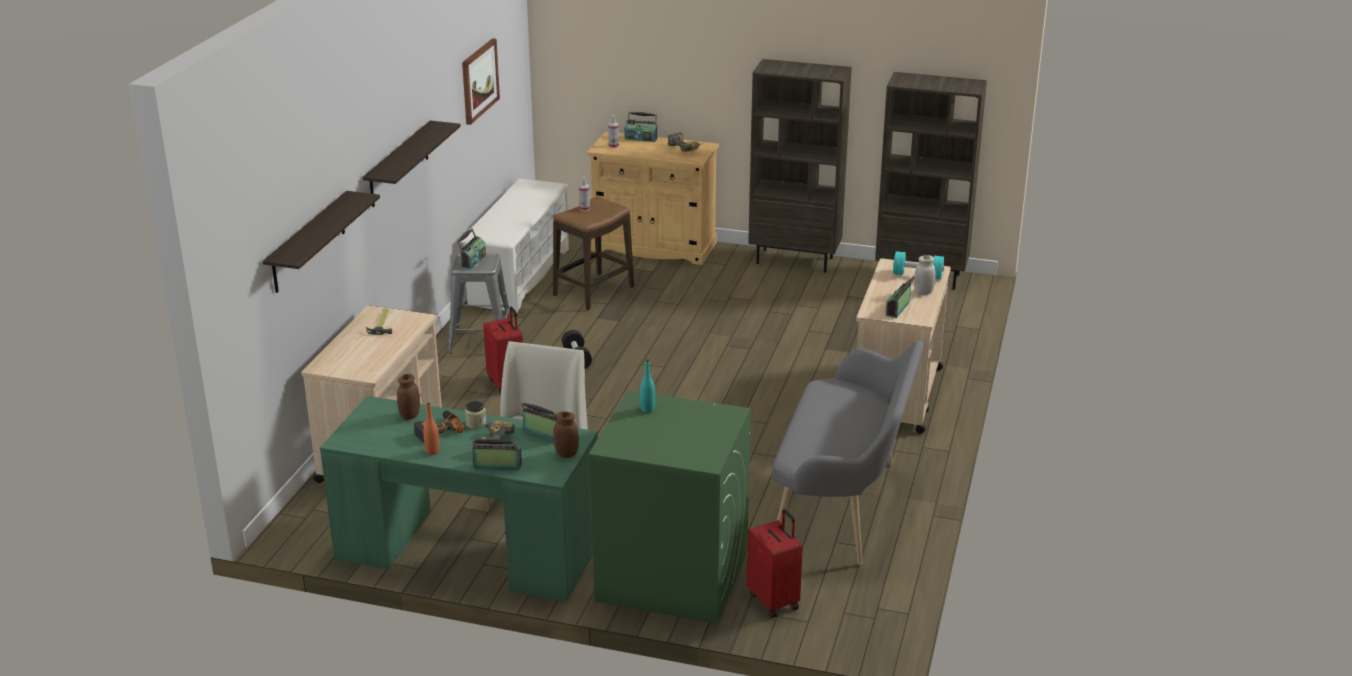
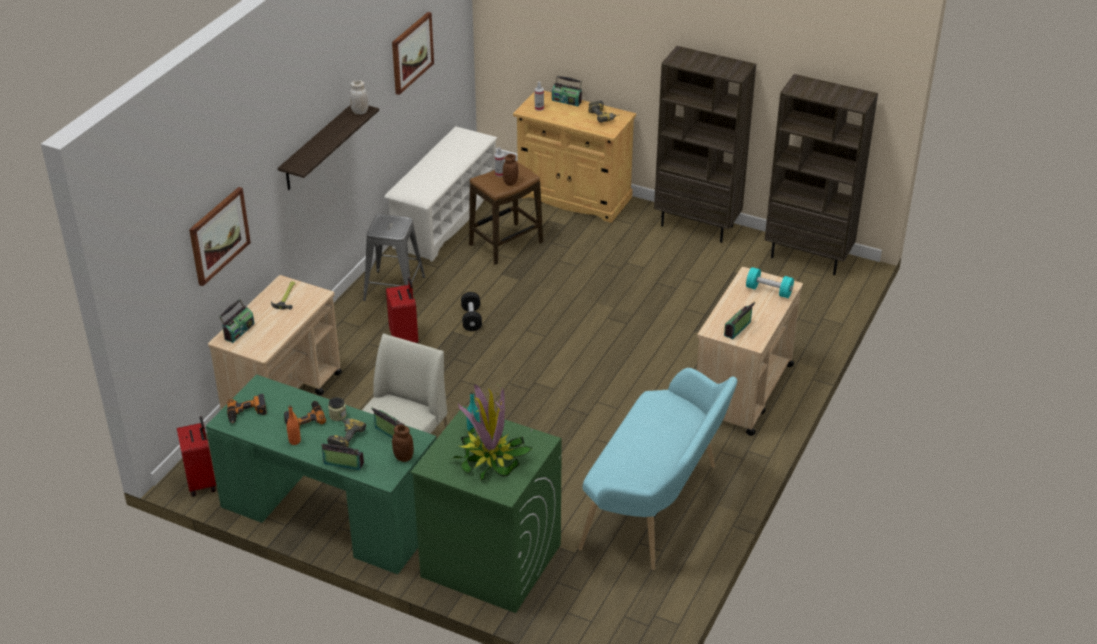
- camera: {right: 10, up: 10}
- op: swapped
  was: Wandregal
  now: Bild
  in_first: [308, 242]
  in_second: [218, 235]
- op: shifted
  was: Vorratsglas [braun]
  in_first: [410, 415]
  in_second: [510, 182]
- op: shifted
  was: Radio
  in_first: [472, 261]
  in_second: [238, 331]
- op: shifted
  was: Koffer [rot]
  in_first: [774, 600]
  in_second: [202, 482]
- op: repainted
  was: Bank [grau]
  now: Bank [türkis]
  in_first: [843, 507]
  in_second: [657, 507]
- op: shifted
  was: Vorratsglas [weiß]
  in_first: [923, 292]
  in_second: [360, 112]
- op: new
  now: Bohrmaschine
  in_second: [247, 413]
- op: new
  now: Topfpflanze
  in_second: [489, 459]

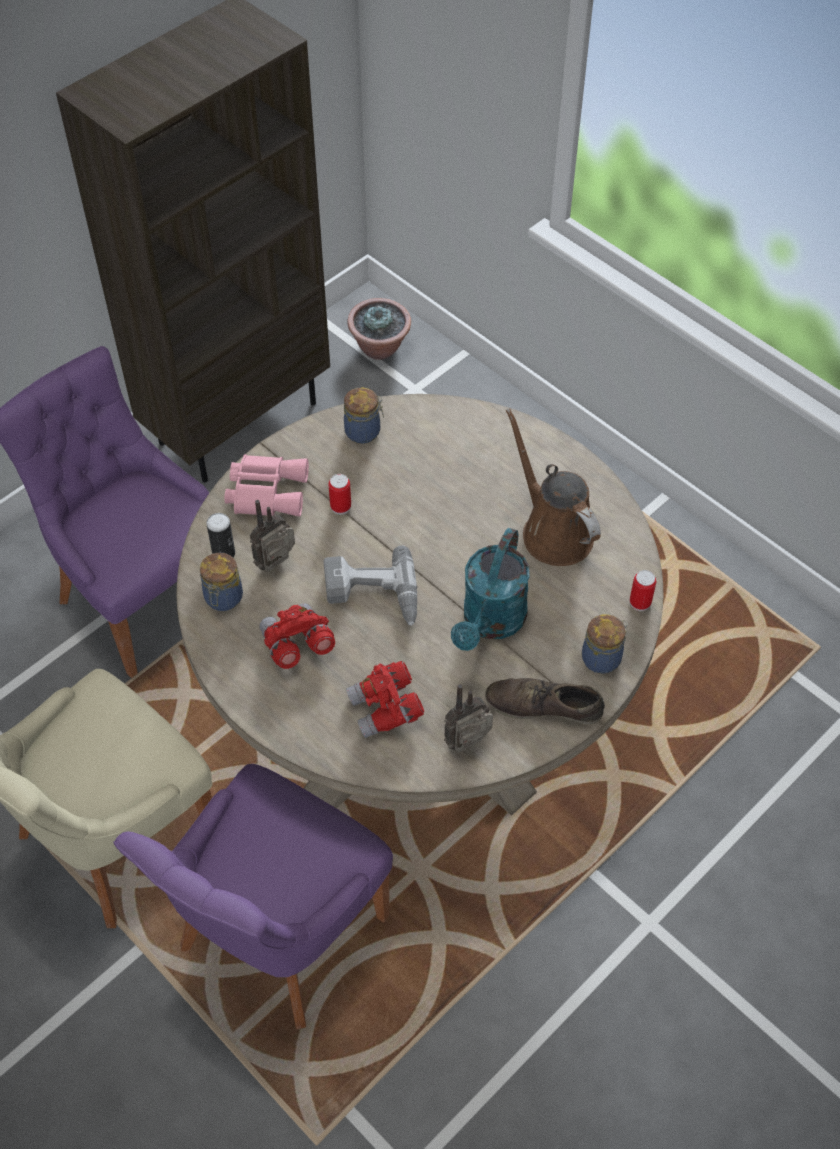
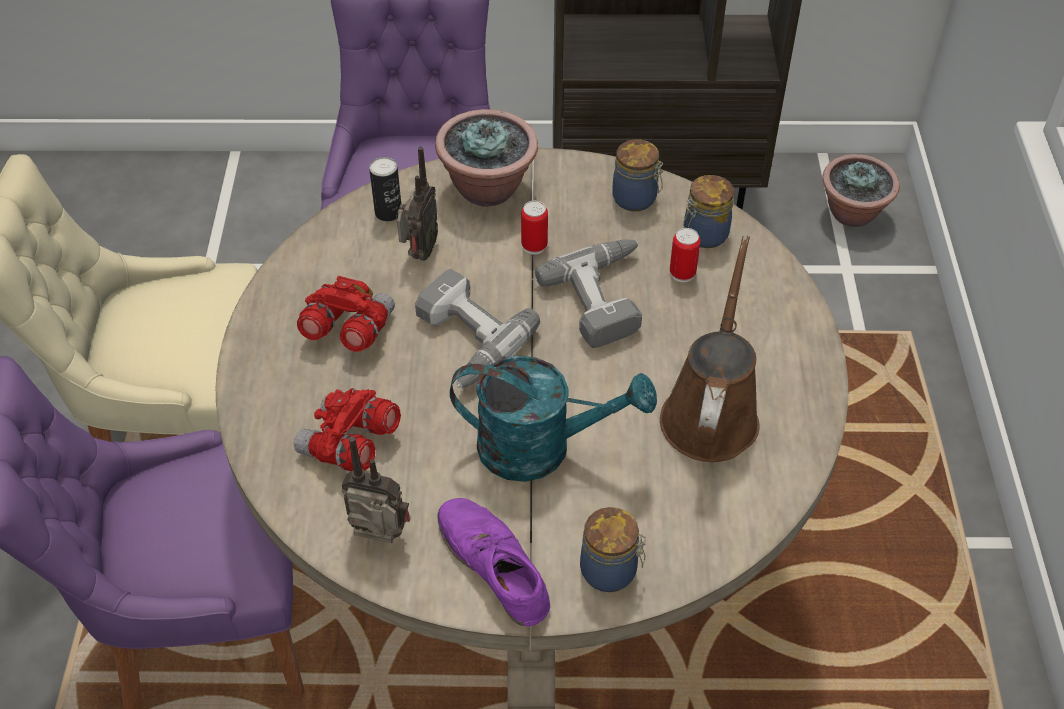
- camera: {right: 45, up: -5}
- op: shifted
  was: Vorratsglas
  in_first: [223, 599]
  in_second: [703, 235]
- op: swapped
  was: Fernglas [rosa]
  now: Topfpflanze
  in_first: [266, 490]
  in_second: [488, 188]
- op: rotated
  was: Radio
  in_first: [277, 565]
  in_second: [419, 253]
  clockwise: 105
- op: rotated
  was: Gießkanne [türkis]
  in_first: [490, 623]
  in_second: [541, 447]
  clockwise: -150
- op: repainted
  was: Schuh [braun]
  now: Schuh [lila]
  in_first: [543, 706]
  in_second: [494, 566]
- op: shifted
  was: Dose
  in_first: [640, 602]
  in_second: [682, 273]
- op: new
  now: Bohrmaschine
  in_second: [607, 298]

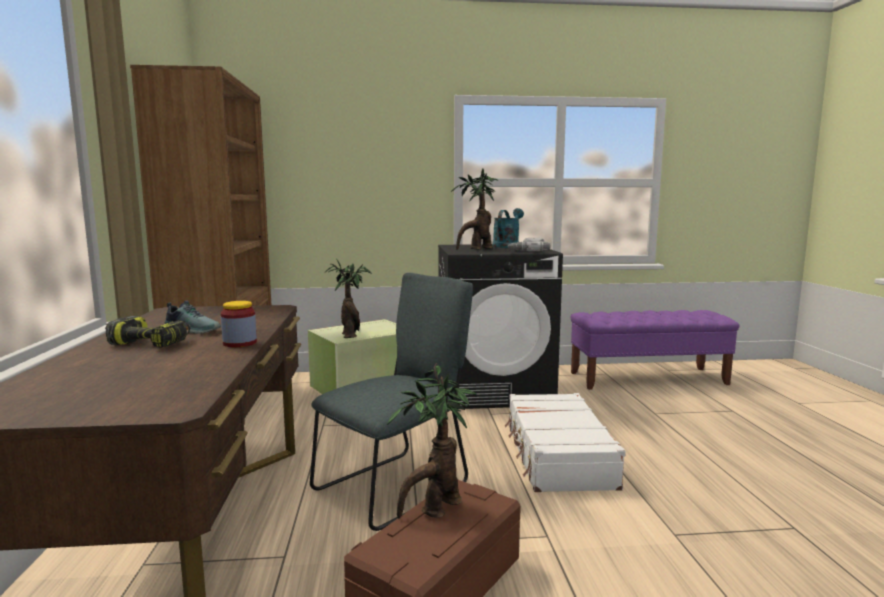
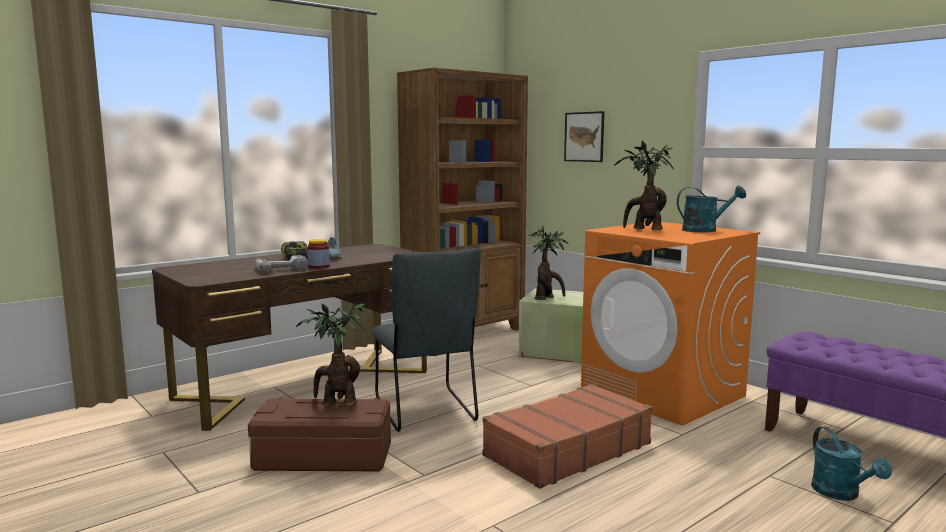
- camera: {right: 55, up: 0}
- op: rotated
  was: Stuhl [grau]
  in_first: [397, 486]
  in_second: [426, 412]
  clockwise: 60
- op: repainted
  was: Waschmaschine [schwarz]
  now: Waschmaschine [orange]
  in_first: [494, 390]
  in_second: [663, 393]
- op: repainted
  was: Koffer [weiß]
  now: Koffer [braun]
  in_first: [557, 455]
  in_second: [566, 450]
- op: shifted
  was: Bohrmaschine
  in_first: [527, 250]
  in_second: [279, 269]
- op: new
  now: Bild
  in_second: [584, 137]
- op: new
  now: Gießkanne [türkis]
  in_second: [841, 494]

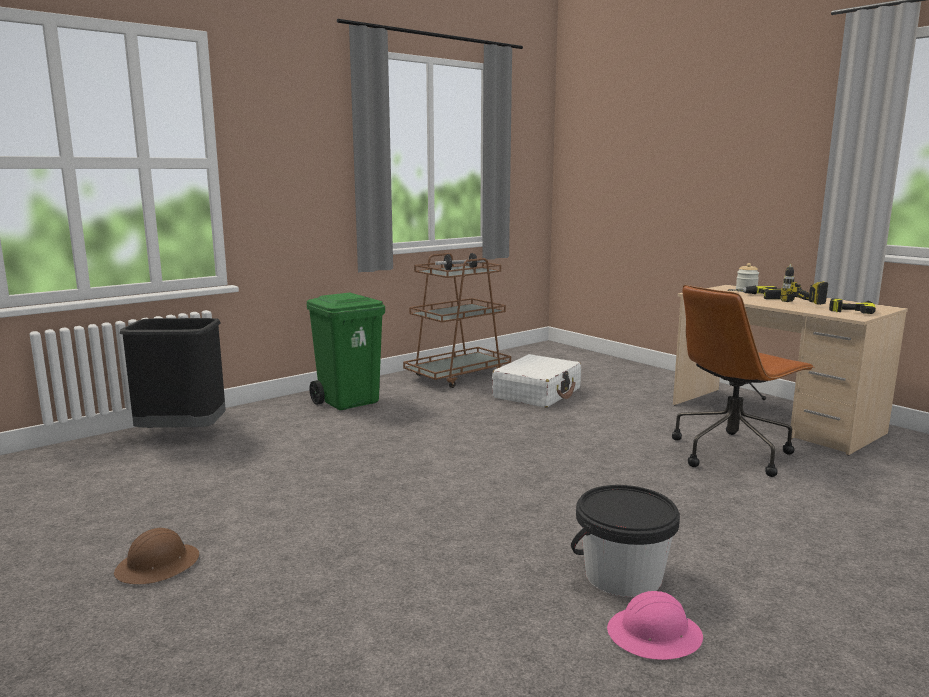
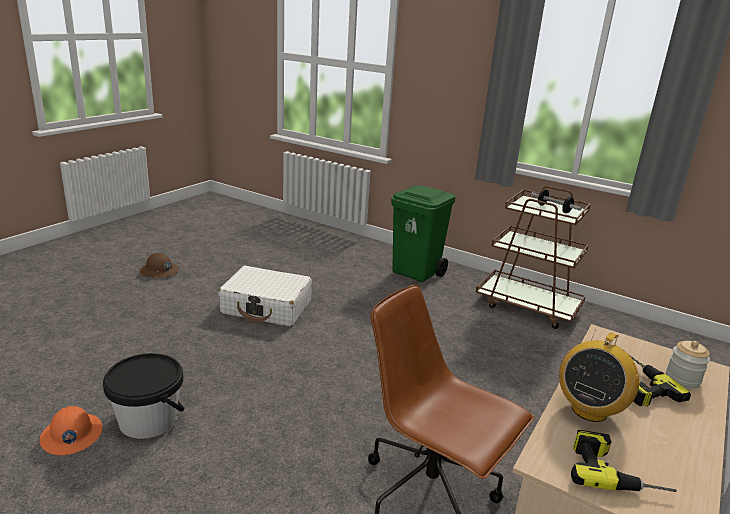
- camera: {right: 70, up: 10}
- op: gone
  was: Mülleimer [schwarz]
  in_first: [183, 434]
- op: shifted
  was: Koffer [weiß]
  in_first: [537, 393]
  in_second: [267, 307]
- op: repainted
  was: Schutzhelm [rosa]
  now: Schutzhelm [orange]
  in_first: [654, 635]
  in_second: [71, 435]
- op: swapped
  was: Bohrmaschine
  now: Radio
  in_first: [792, 305]
  in_second: [589, 410]

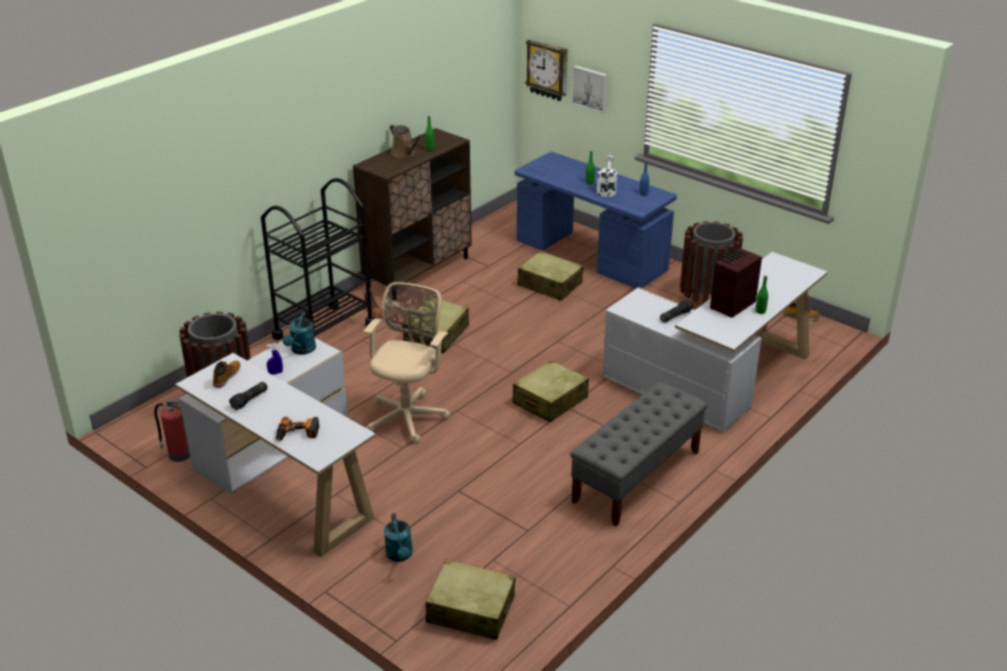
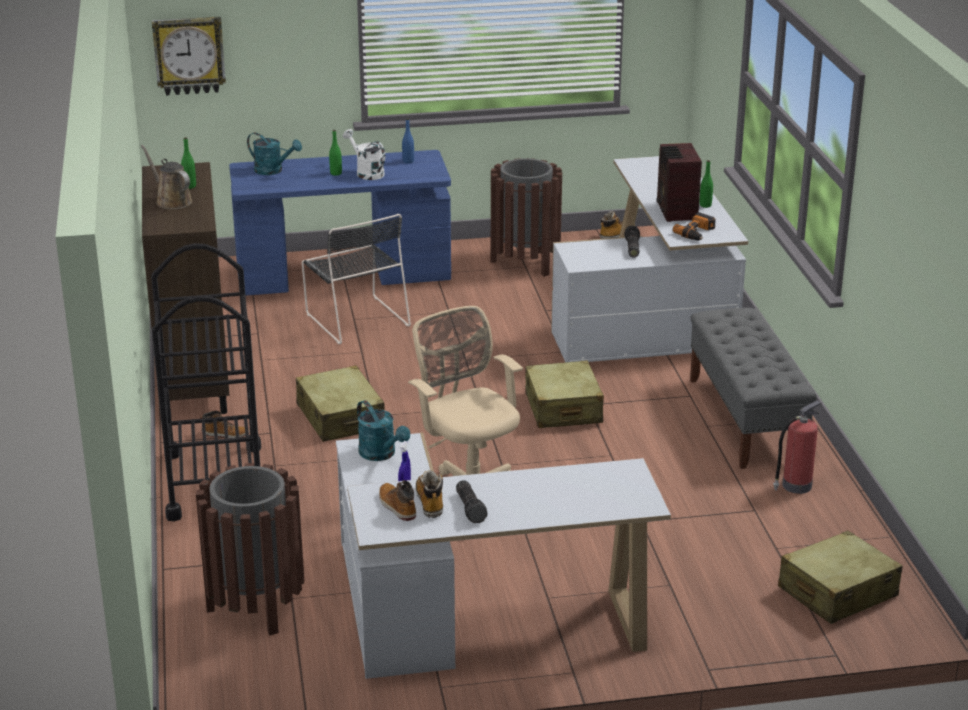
- camera: {right: -50, up: -5}
- op: shifted
  was: Feuerlöscher
  in_first: [178, 454]
  in_second: [795, 486]
- op: shifted
  was: Bohrmaschine
  in_first: [297, 434]
  in_second: [697, 233]
- op: shifted
  was: Gießkanne [türkis]
  in_first: [400, 555]
  in_second: [273, 171]
- op: rotated
  was: Gießkanne [braun]
  in_first: [404, 153]
  in_second: [171, 201]
  clockwise: -135
- op: swapped
  was: Koffer [beige]
  now: Stuhl [schwarz]
  in_first: [549, 284]
  in_second: [356, 318]
- op: gone
  was: Bild
  in_first: [590, 88]
- op: new
  now: Stiefel
  in_second: [430, 502]

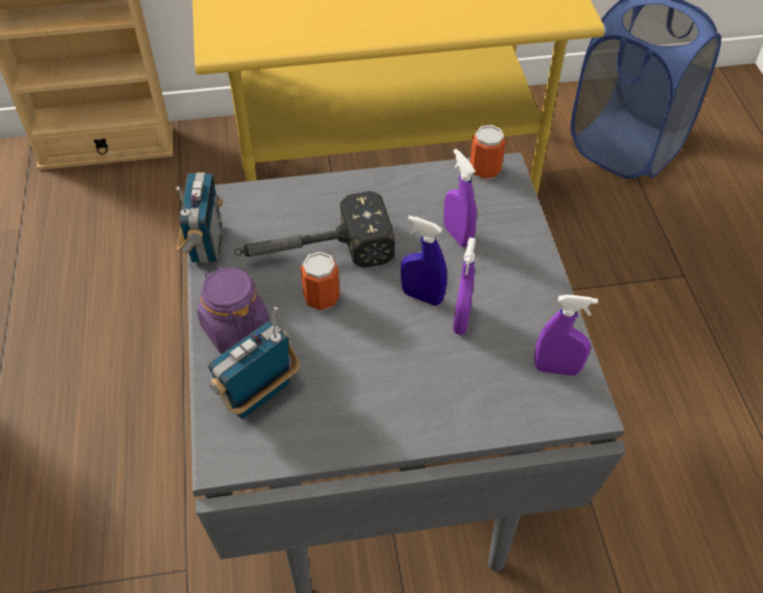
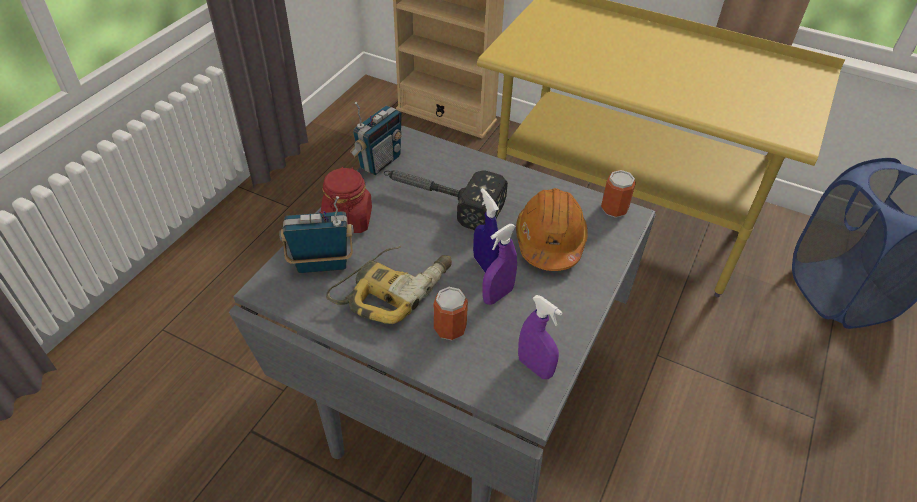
- camera: {right: 35, up: -5}
- op: repainted
  was: Vorratsglas [lila]
  now: Vorratsglas [rot]
  in_first: [235, 328]
  in_second: [348, 219]
- op: shifted
  was: Dose
  in_first: [321, 298]
  in_second: [450, 329]
- op: swapped
  was: Sprühflasche [lila]
  now: Schutzhelm [orange]
  in_first: [457, 235]
  in_second: [550, 241]
- op: new
  now: Bohrmaschine
  in_second: [394, 288]

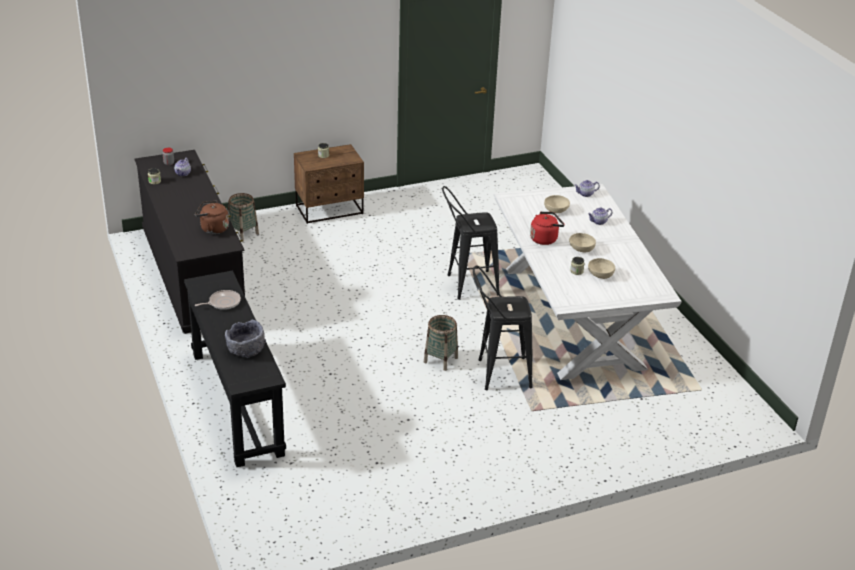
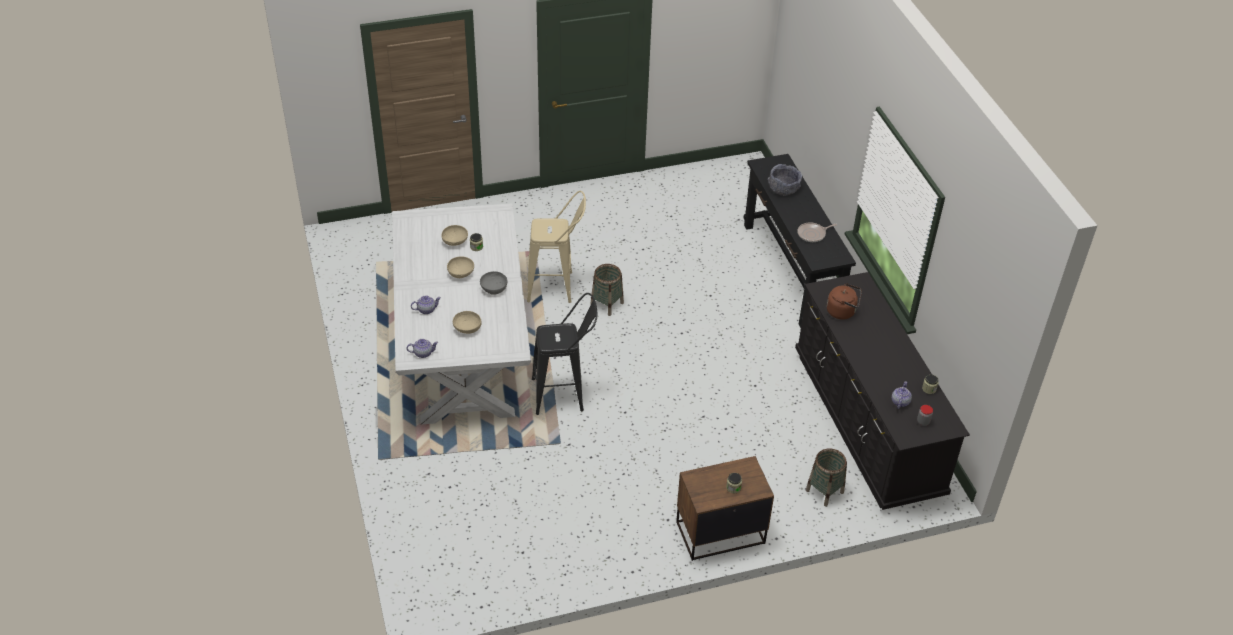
- camera: {right: -175, up: 10}
- op: repainted
  was: Hocker [schwarz]
  now: Hocker [beige]
  in_first: [497, 374]
  in_second: [556, 287]
- op: swapped
  was: Wasserkessel [rot]
  now: Schüssel [grau]
  in_first: [545, 239]
  in_second: [493, 289]

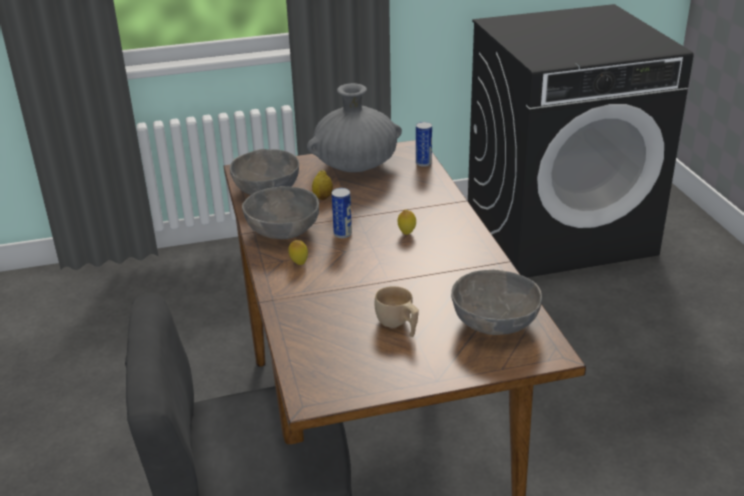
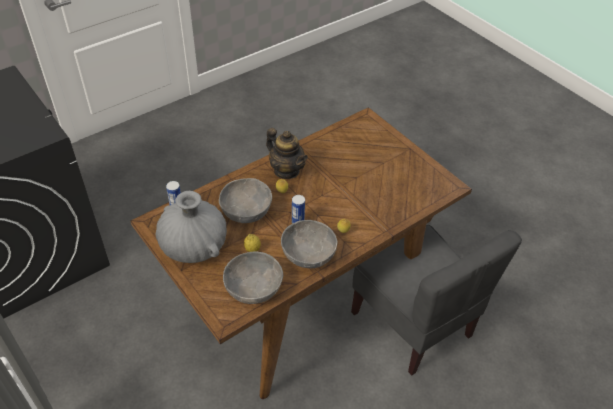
- camera: {right: -115, up: 15}
- op: gone
  was: Tasse [beige]
  in_first: [398, 325]
- op: shifted
  was: Schüssel [grau]
  in_first: [495, 323]
  in_second: [246, 211]
- op: new
  now: Teekanne
  in_second: [286, 170]

